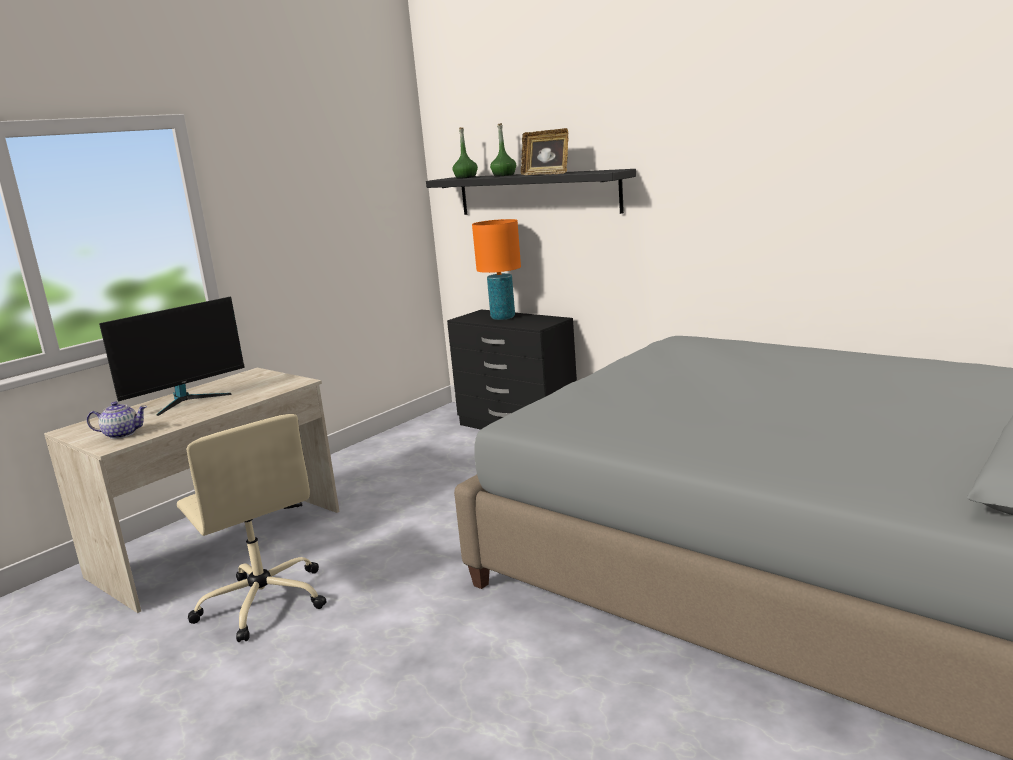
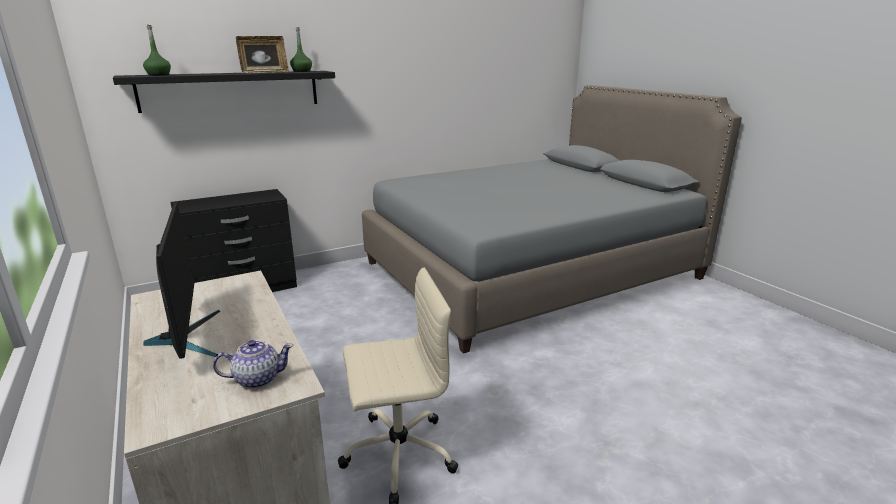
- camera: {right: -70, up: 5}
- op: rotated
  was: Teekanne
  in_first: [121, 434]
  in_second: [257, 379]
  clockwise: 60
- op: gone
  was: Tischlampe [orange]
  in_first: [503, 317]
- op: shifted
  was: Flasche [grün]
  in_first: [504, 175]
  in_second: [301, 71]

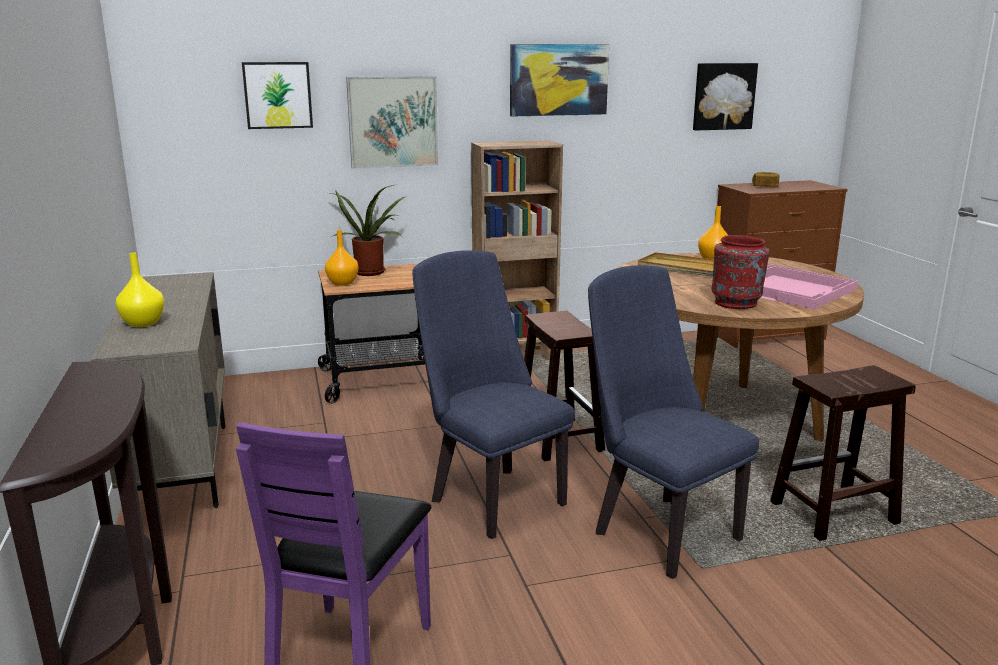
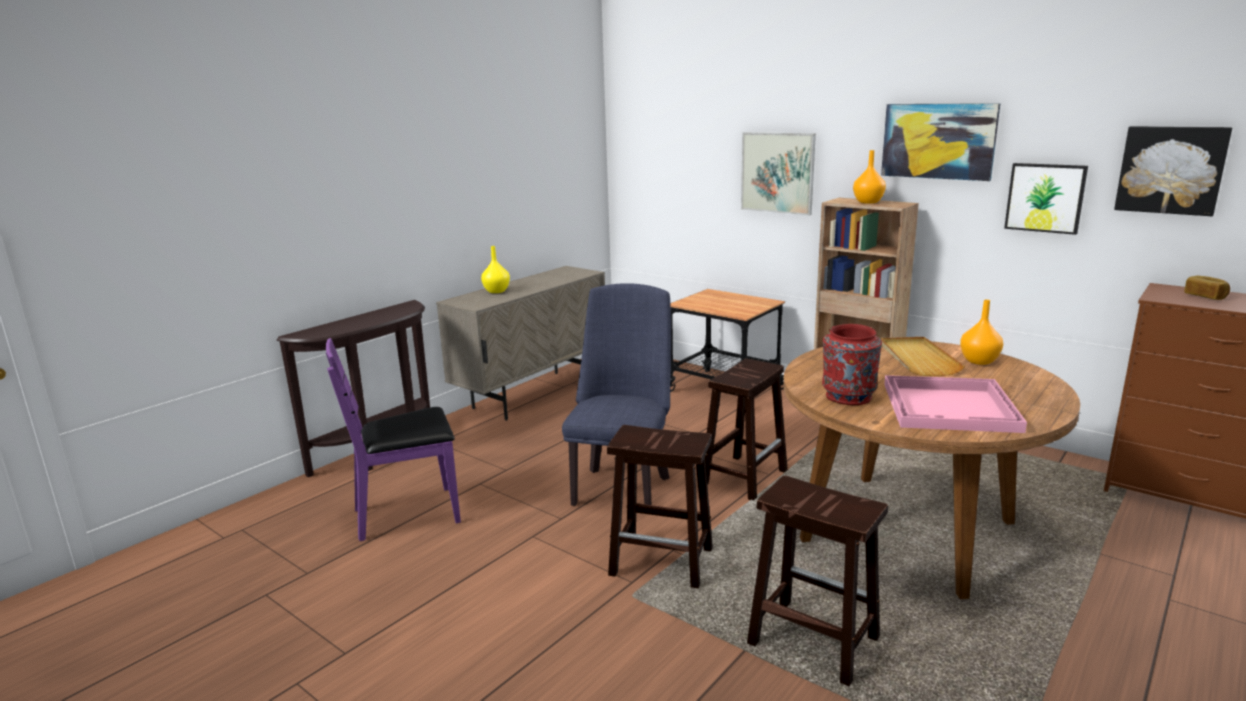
- camera: {right: 55, up: 0}
- op: shifted
  was: Bild
  in_first: [278, 95]
  in_second: [1045, 197]
- op: shifted
  was: Vase [orange]
  in_first: [343, 283]
  in_second: [868, 202]
- op: gone
  was: Topfpflanze
  in_first: [371, 271]
- op: swapped
  was: Stuhl [blau]
  now: Hocker [braun]
  in_first: [658, 530]
  in_second: [663, 562]

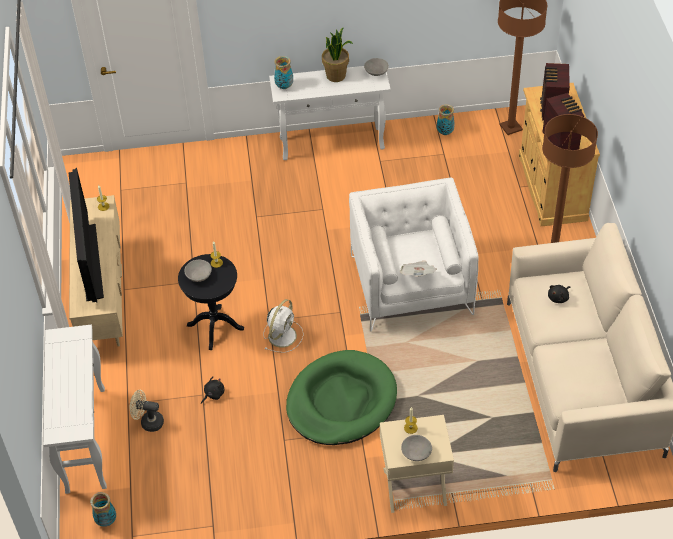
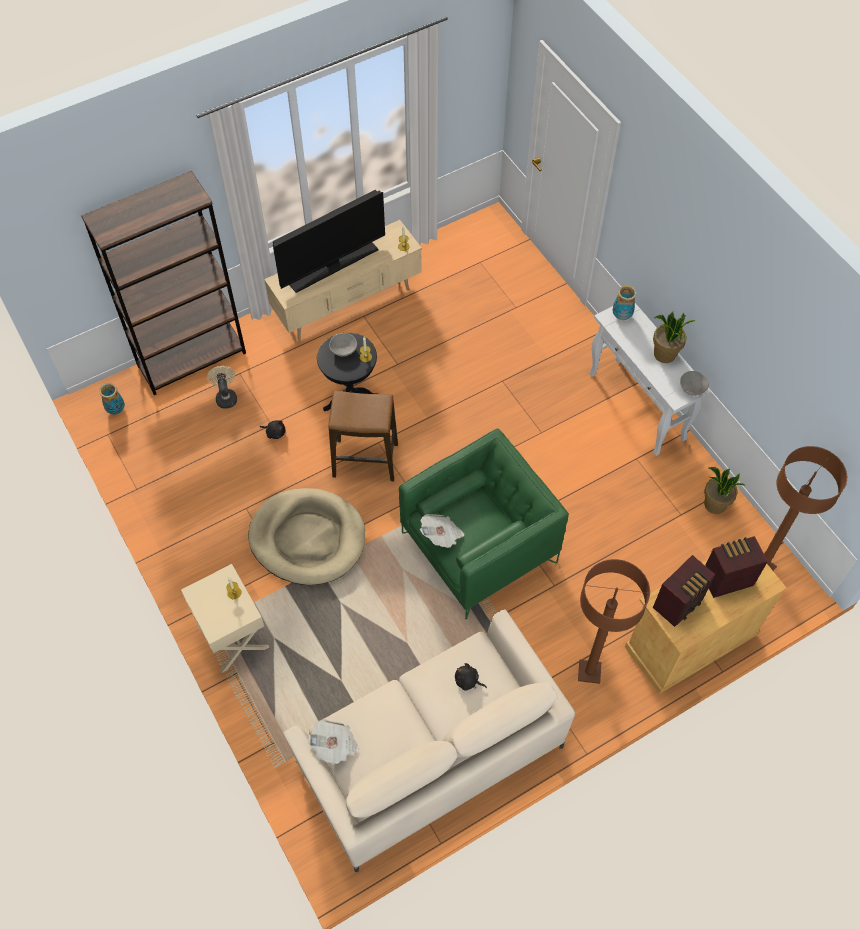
- camera: {right: 65, up: 10}
- op: swapped
  was: Konsolentisch [weiß]
  now: Bücherregal [braun]
  in_first: [85, 438]
  in_second: [192, 359]
- op: swapped
  was: Ventilator [weiß]
  now: Hocker
  in_first: [283, 335]
  in_second: [365, 460]
- op: repainted
  was: Hundebett [grün]
  now: Hundebett [beige]
  in_first: [341, 401]
  in_second: [307, 538]
- op: repainted
  was: Sessel [weiß]
  now: Sessel [grün]
  in_first: [411, 285]
  in_second: [479, 547]
- op: gone
  was: Schüssel [grau]
  in_first: [416, 453]
- op: swapped
  was: Vase
  now: Topfpflanze
  in_first: [445, 132]
  in_second: [714, 505]
- op: new
  now: Zeitung
  in_second: [335, 745]

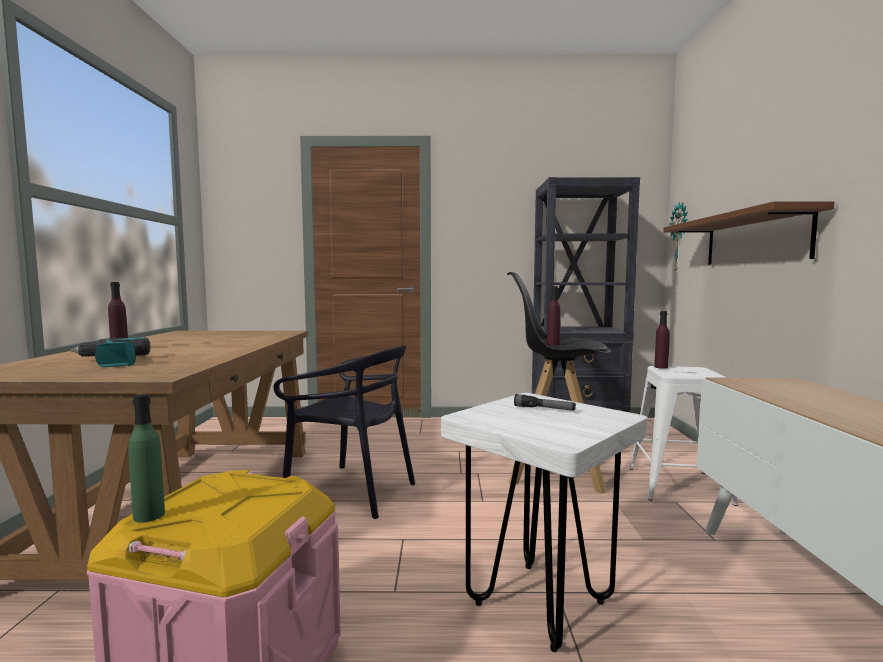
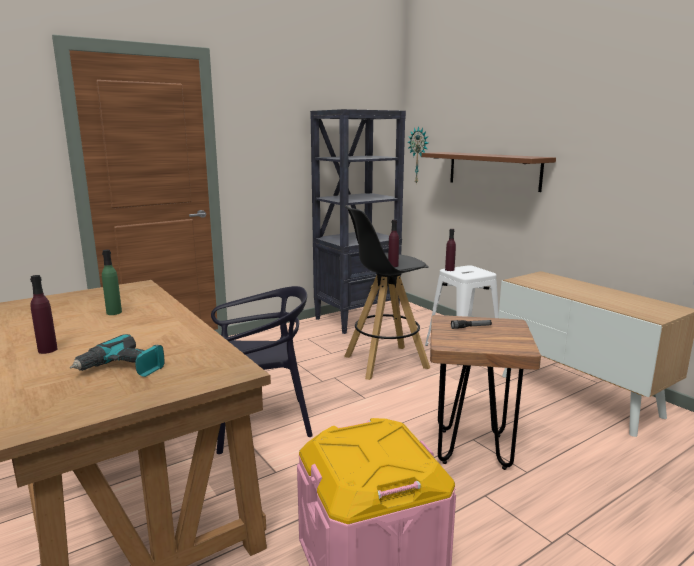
- camera: {right: -35, up: 10}
- op: shifted
  was: Flasche [grün]
  in_first: [149, 515]
  in_second: [114, 312]
- op: repainted
  was: Hocker [weiß]
  now: Hocker [braun]
  in_first: [539, 604]
  in_second: [472, 449]

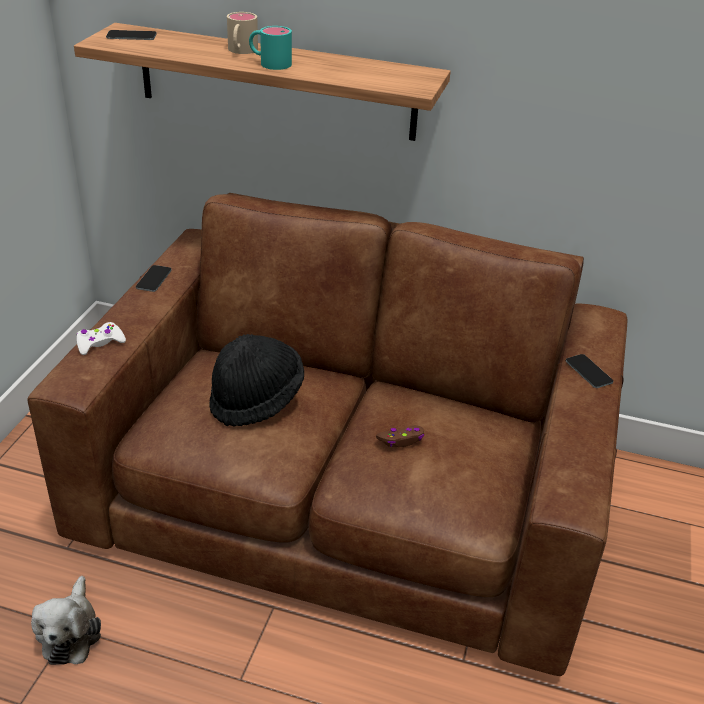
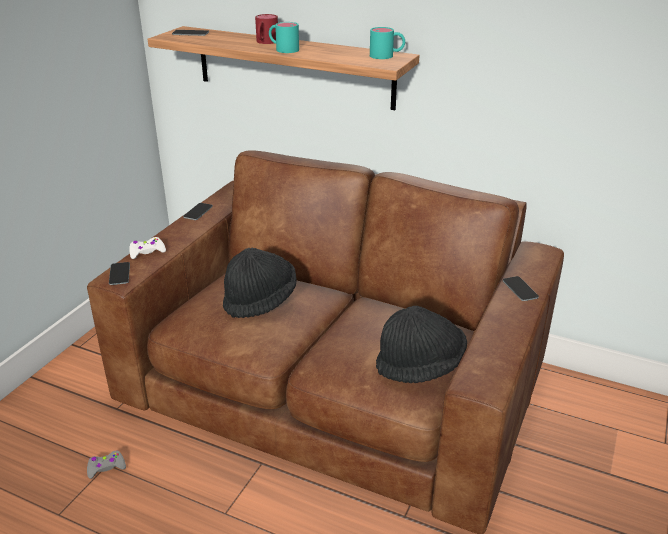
- camera: {right: 10, up: -5}
- op: swapped
  was: Plüschtier
  now: Gamepad [grau]
  in_first: [70, 632]
  in_second: [106, 467]
- op: repainted
  was: Henkelbecher [beige]
  now: Henkelbecher [rot]
  in_first: [241, 51]
  in_second: [265, 42]
- op: gone
  was: Gamepad [braun]
  in_first: [401, 440]
- op: new
  now: Handy
  in_second: [119, 274]
- op: new
  now: Henkelbecher [türkis]
  in_second: [387, 56]
- op: new
  now: Hut [schwarz]
  in_second: [420, 366]

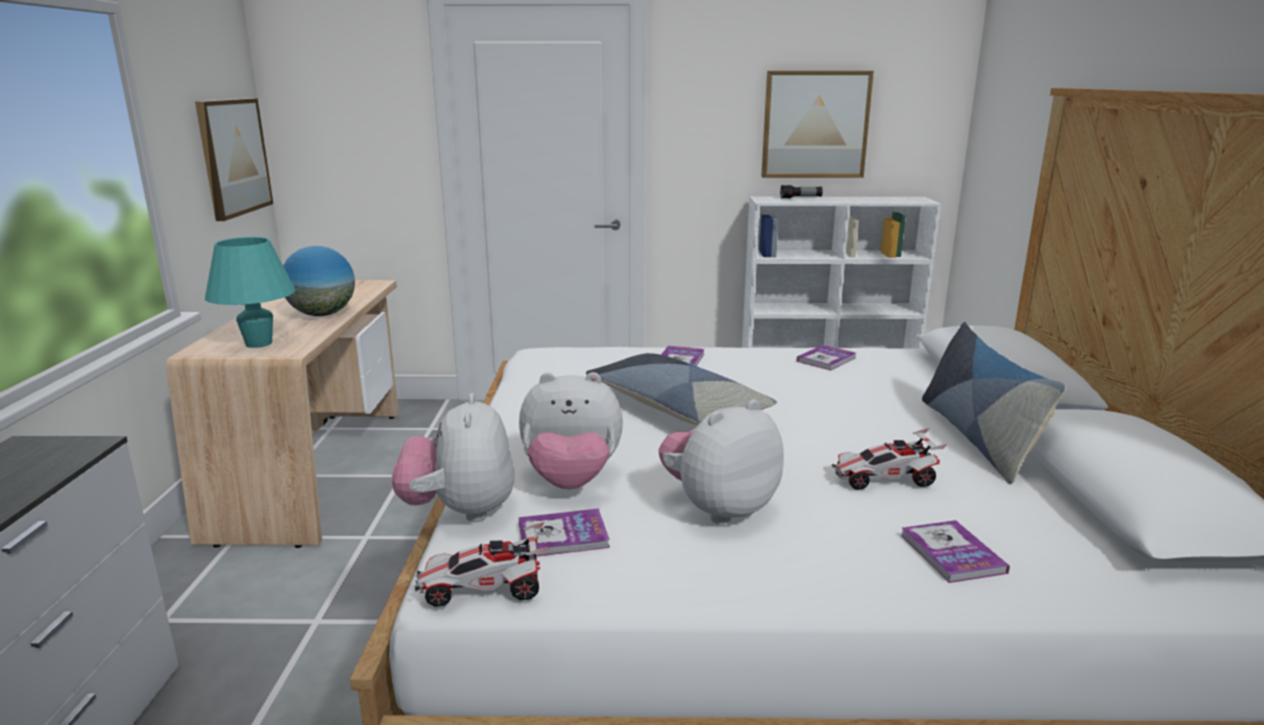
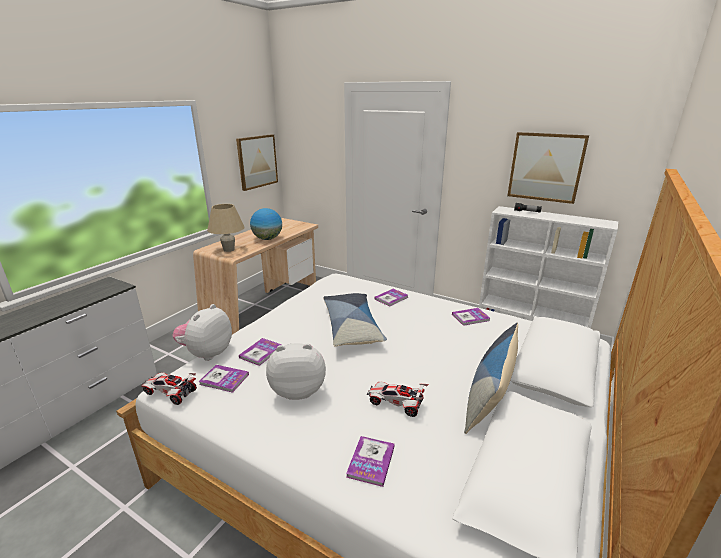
- camera: {right: 30, up: 5}
- op: repainted
  was: Tischlampe [türkis]
  now: Tischlampe [beige]
  in_first: [259, 344]
  in_second: [229, 250]
- op: swapped
  was: Plüschtier
  now: Buch
  in_first: [571, 480]
  in_second: [261, 352]

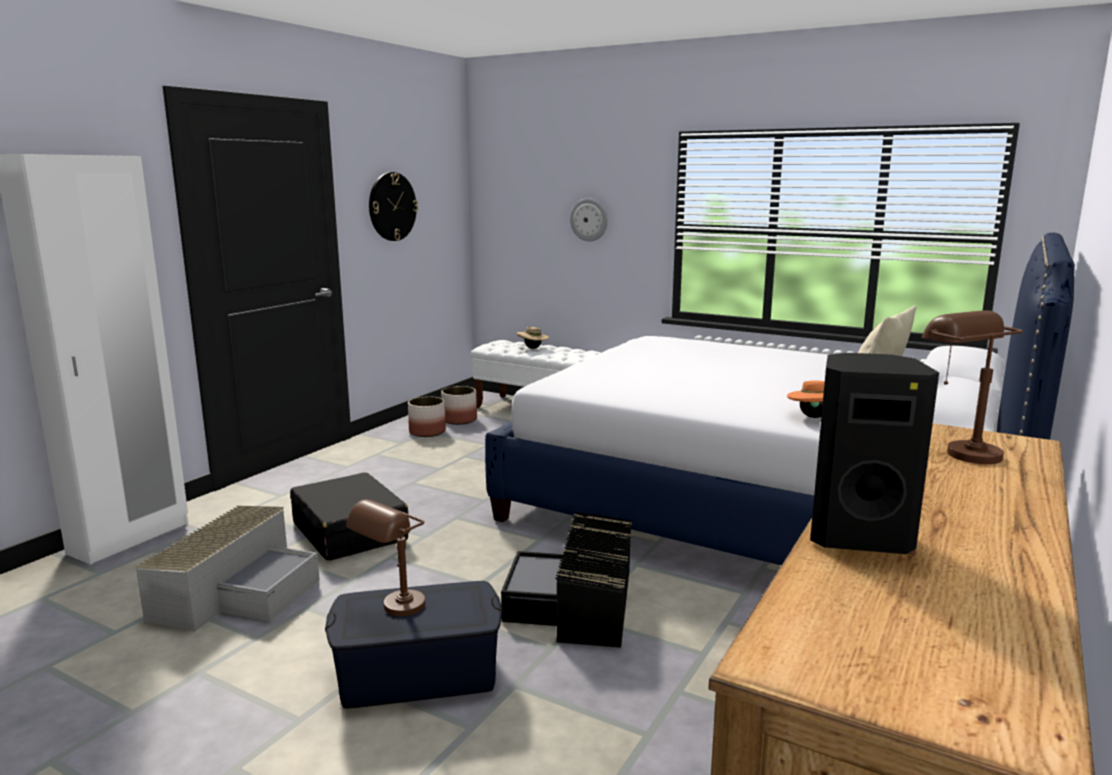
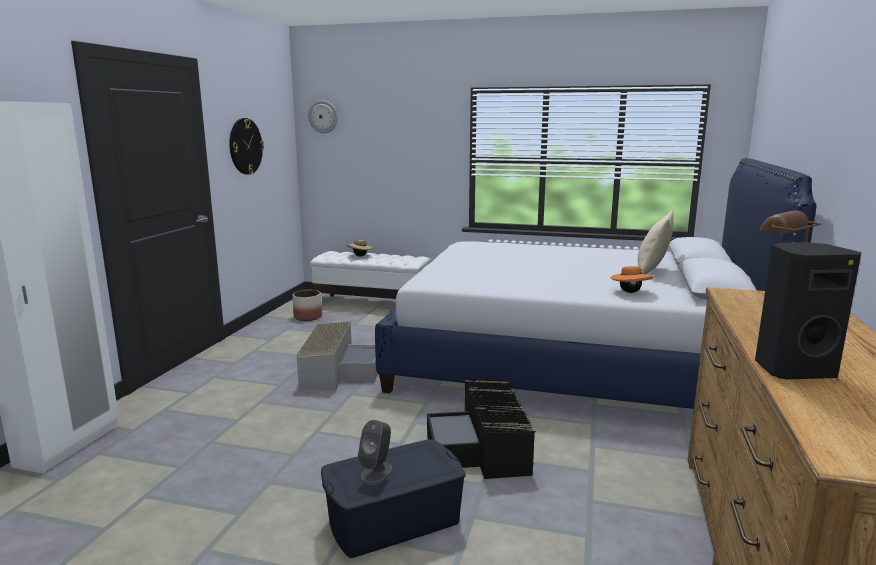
- camera: {right: -15, up: 0}
- op: shifted
  was: Aufbewahrungsbox [grau]
  in_first: [238, 590]
  in_second: [338, 371]
- op: gone
  was: Koffer [schwarz]
  in_first: [350, 531]
- op: swapped
  was: Tischlampe [braun]
  now: Lautsprecher [grau]
  in_first: [394, 612]
  in_second: [377, 473]
- op: gone
  was: Pflanzkübel
  in_first: [427, 432]
- op: shifted
  was: Wanduhr
  in_first: [589, 220]
  in_second: [323, 116]

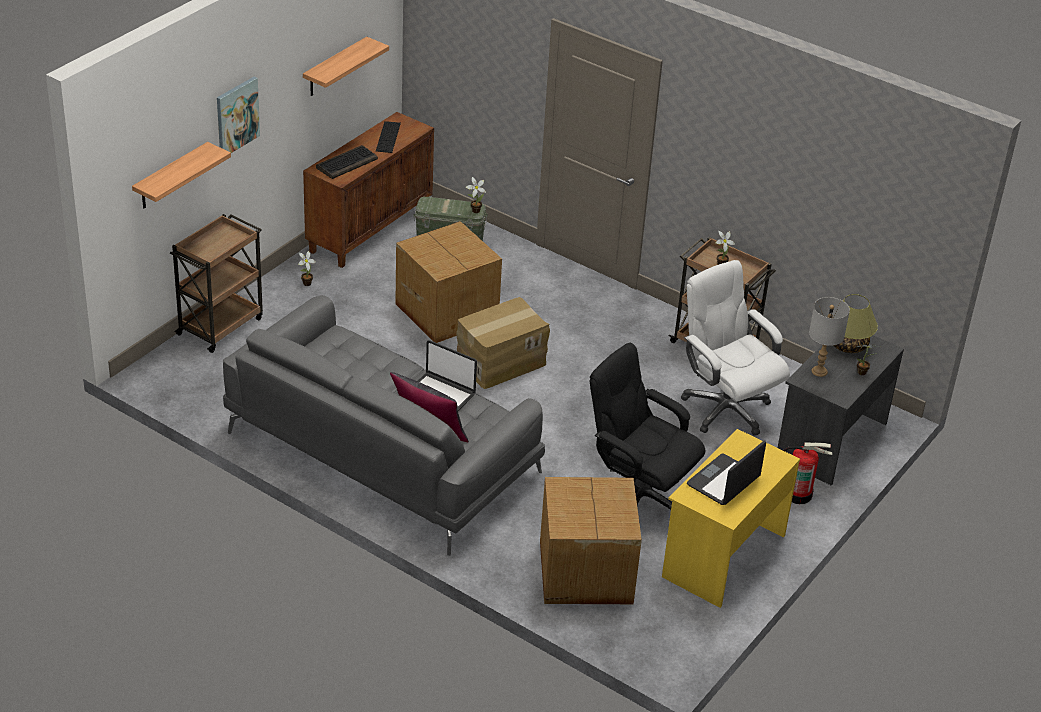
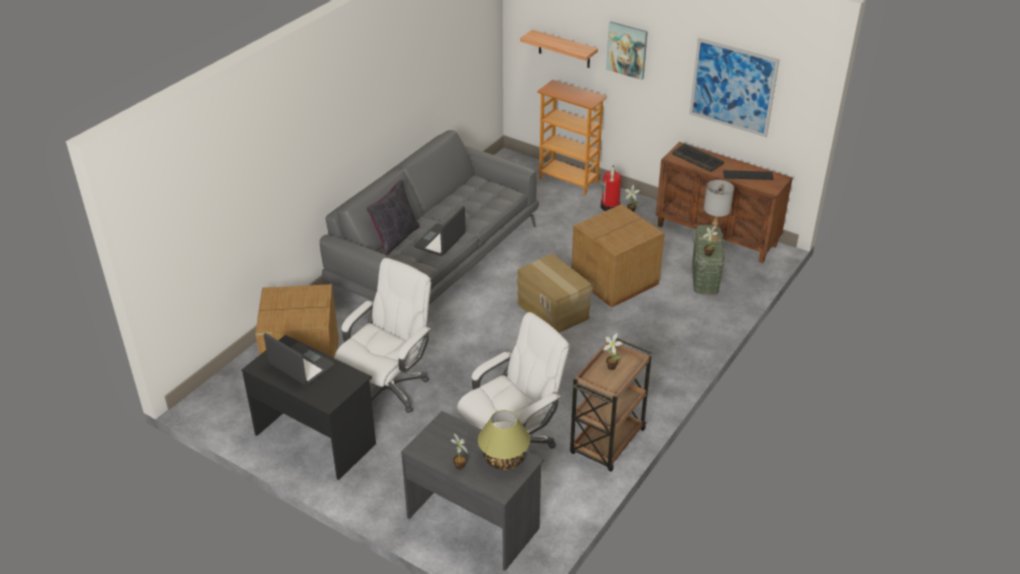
- camera: {right: 90, up: 0}
- op: swapped
  was: Rollwagen [braun]
  now: Bücherregal
  in_first: [221, 325]
  in_second: [569, 181]
- op: swapped
  was: Wandregal
  now: Bild
  in_first: [335, 67]
  in_second: [732, 87]
- op: repainted
  was: Bürostuhl [schwarz]
  now: Bürostuhl [weiß]
  in_first: [638, 497]
  in_second: [388, 389]
- op: repainted
  was: Schreibtisch [gelb]
  now: Schreibtisch [schwarz]
  in_first: [722, 555]
  in_second: [316, 438]
- op: shifted
  was: Feuerlöscher
  in_first: [798, 494]
  in_second: [610, 207]
- op: shifted
  was: Tischlampe [grau]
  in_first: [819, 371]
  in_second: [713, 238]

